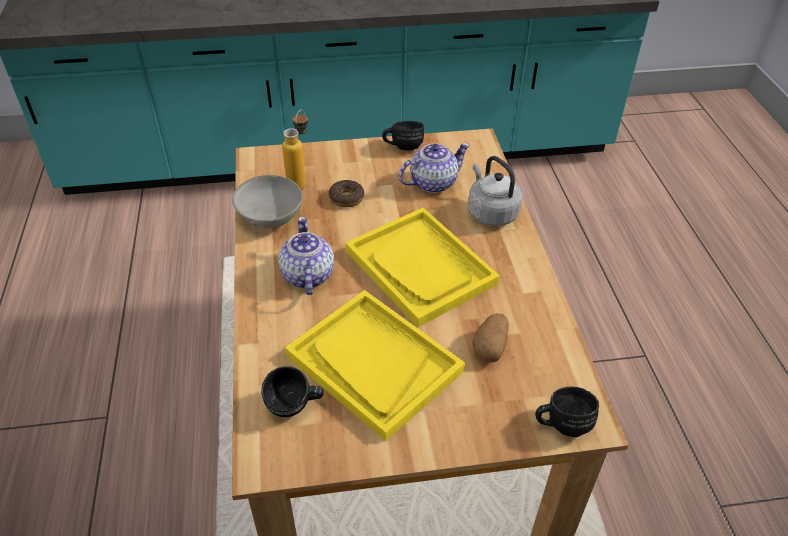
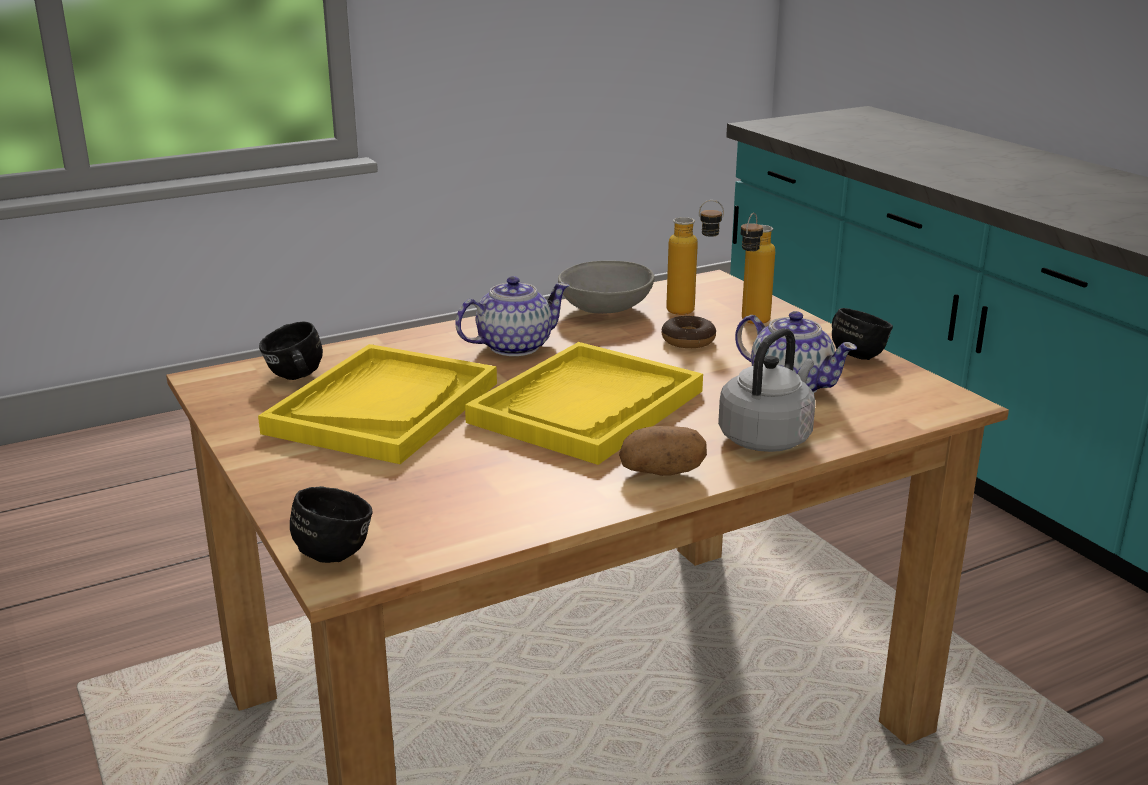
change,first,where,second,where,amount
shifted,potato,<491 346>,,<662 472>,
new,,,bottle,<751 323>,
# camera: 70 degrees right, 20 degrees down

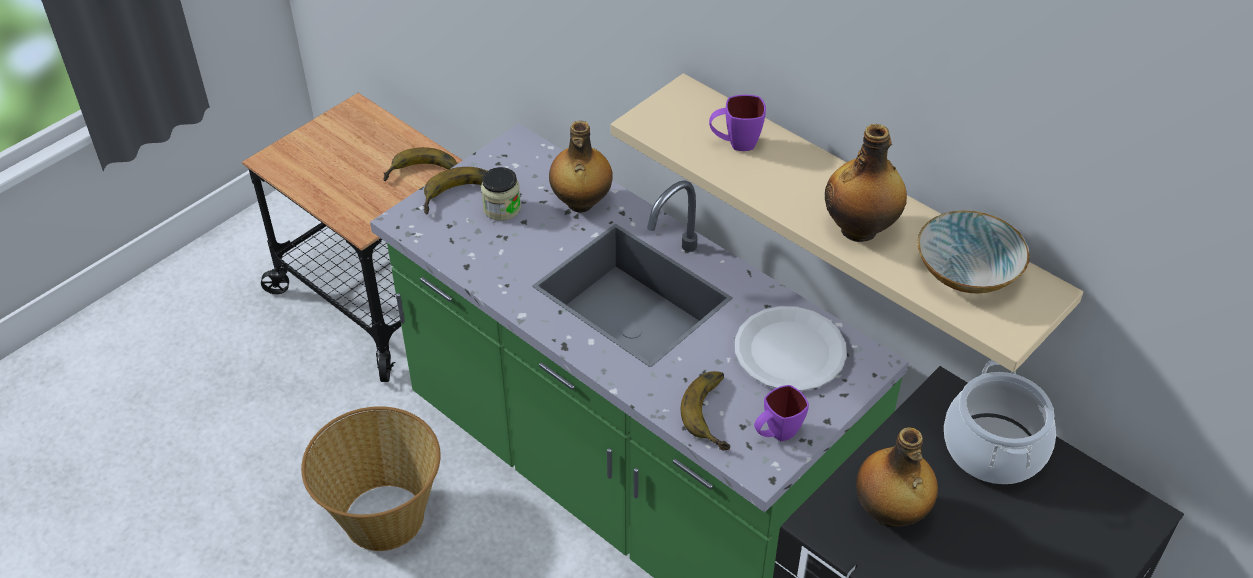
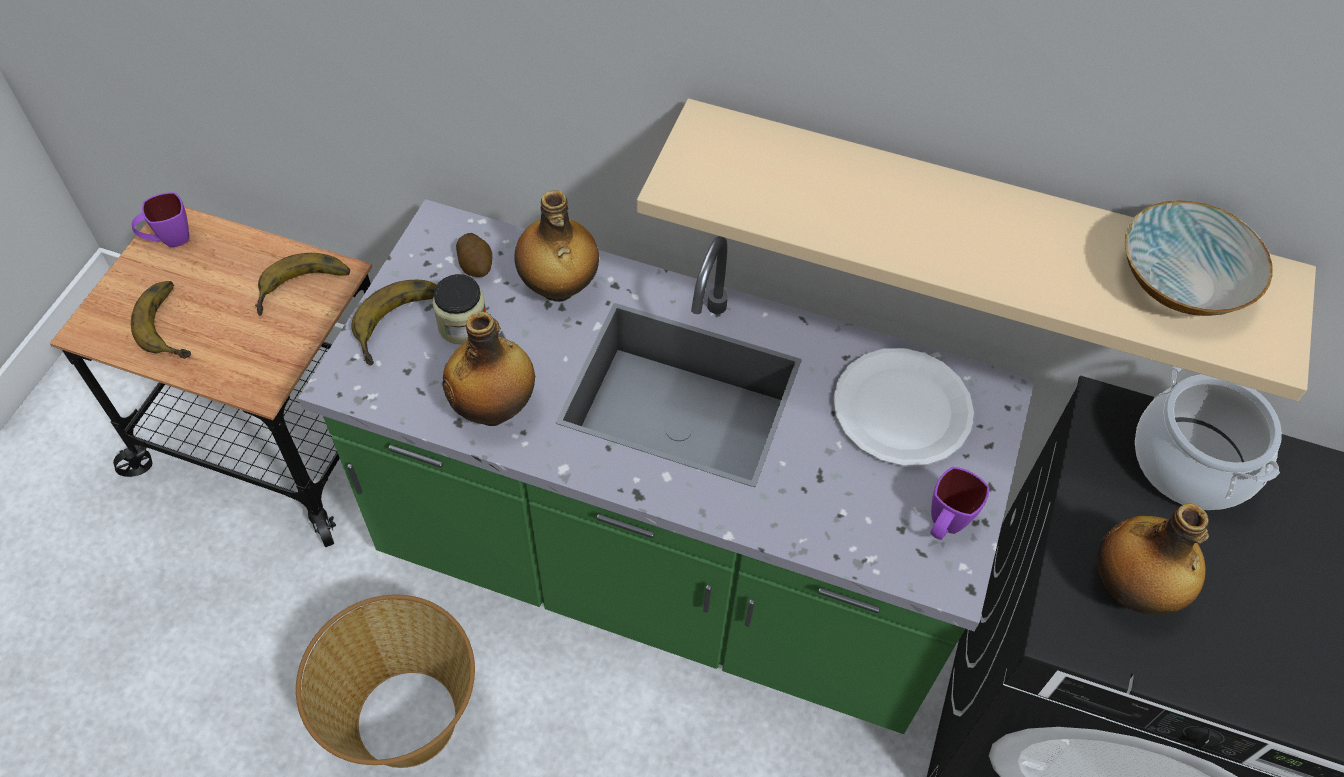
change,first,where,second,where,amount
shifted,banana,<717 413>,,<173 322>,
shifted,purple mug,<735 144>,,<169 240>,
shifted,bottle,<860 229>,,<494 408>,
new,,,potato,<476 265>,
# camera: 25 degrees left, 10 degrees up

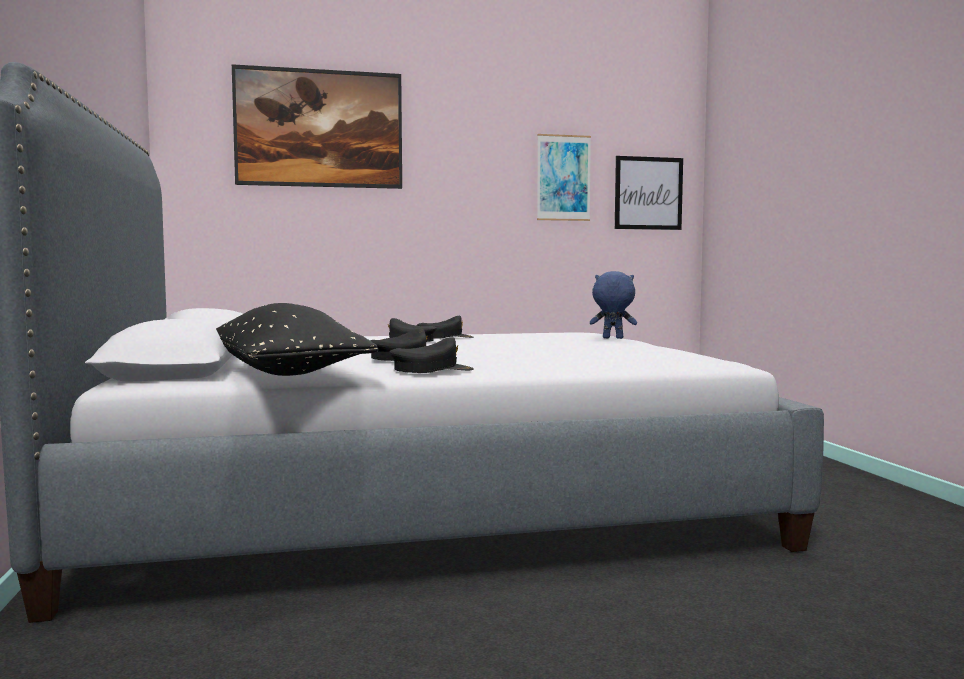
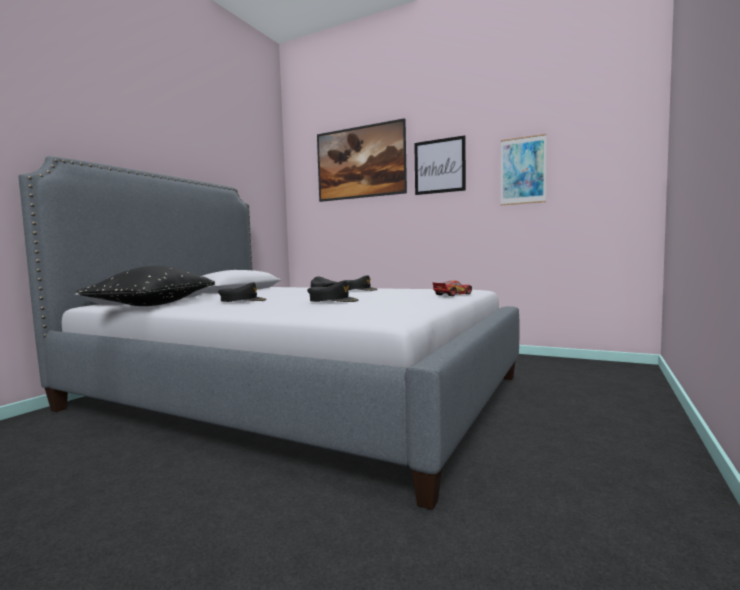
change,first,where,second,where,amount
shifted,black cap,<431 370>,,<333 300>,
shifted,picture,<648 193>,,<439 166>,
swapped,blue plush toy,<612 338>,toy car,<453 294>,
# camera: 40 degrees right, 0 degrees up

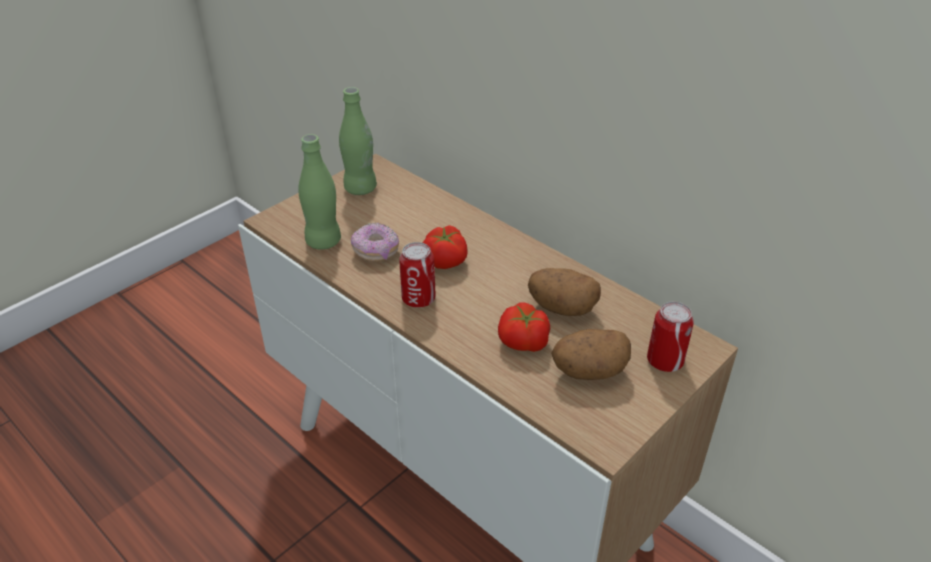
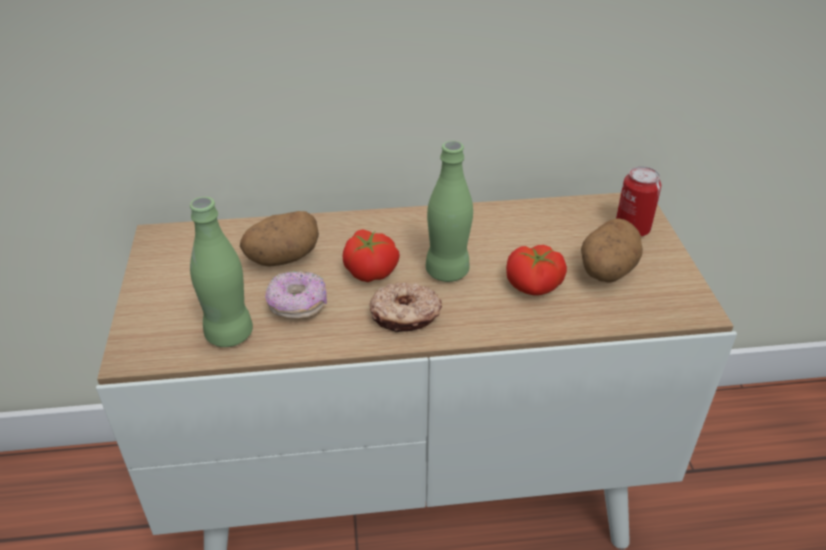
change,first,where,second,where,amount
shifted,potato,<561 308>,,<282 258>,
swapped,can,<418 299>,donut,<405 316>,
shifted,green bottle,<360 188>,,<447 271>,
# camera: 50 degrees left, 0 degrees up

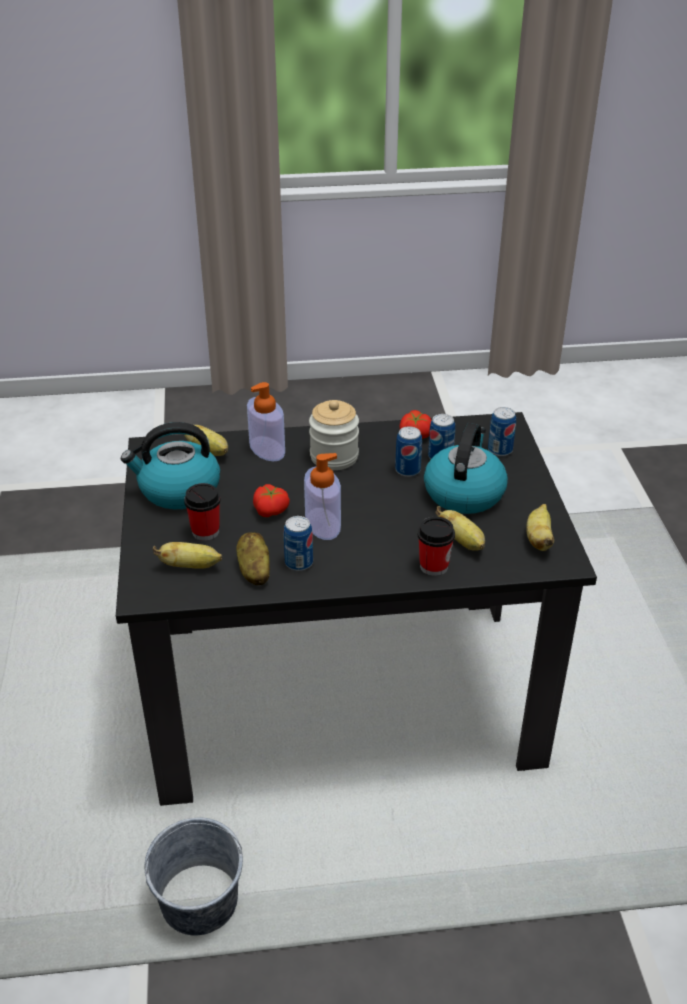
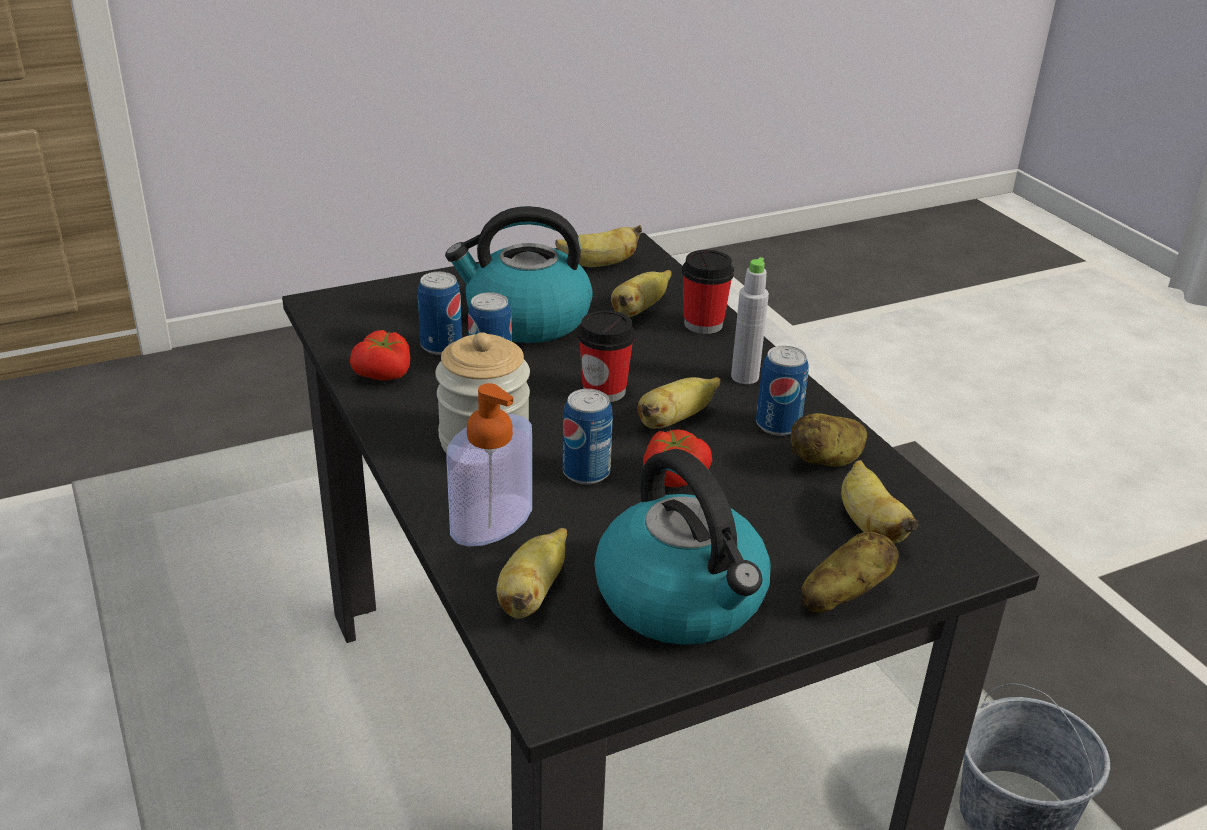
change,first,where,second,where,amount
shifted,can,<500 450>,,<586 472>,
shifted,cup,<205 532>,,<604 391>,
swapped,soap dispenser,<323 524>,banana,<674 420>,
new,,,grey bottle,<744 377>,
new,,,potato,<843 596>,
# camera: 110 degrees left, 5 degrees down

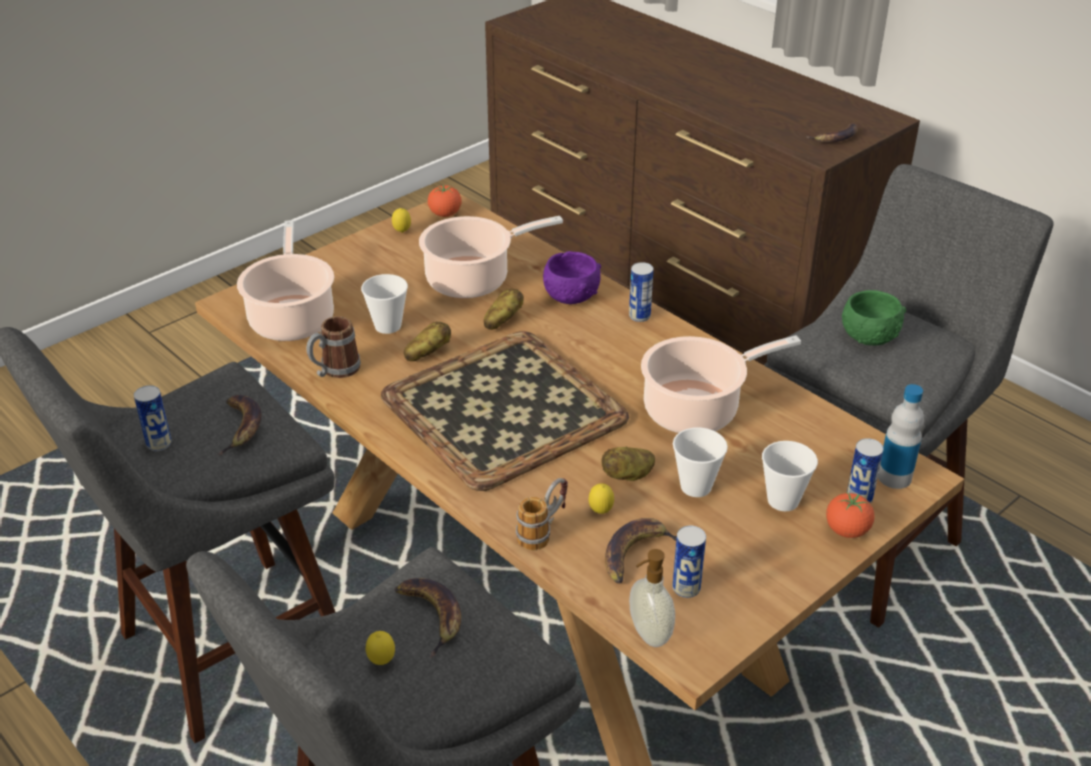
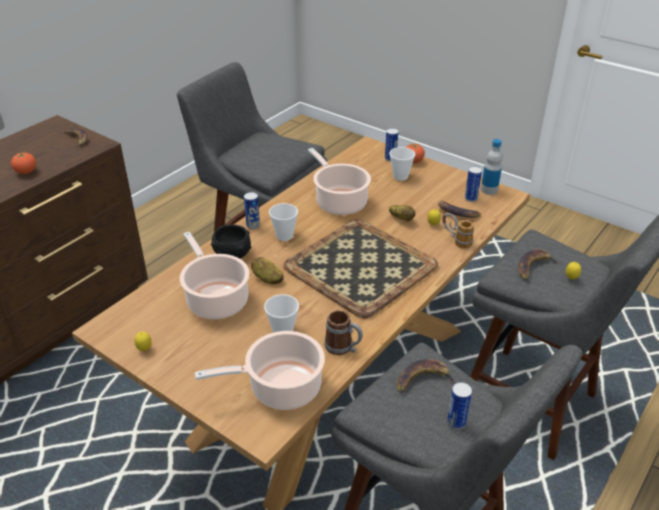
change,first,where,second,where,amount
shifted,tomato,<445 214>,,<26 172>,
repainted,purple bowl,<571 295>,black bowl,<232 253>,
shifted,cup,<696 486>,,<284 236>,
shifted,bottle,<894 477>,,<489 190>,
gone,potato,<427 353>,,,
gone,soap dispenser,<648 634>,,,
gone,green bowl,<869 335>,,,
# camera: 100 degrees left, 0 degrees up

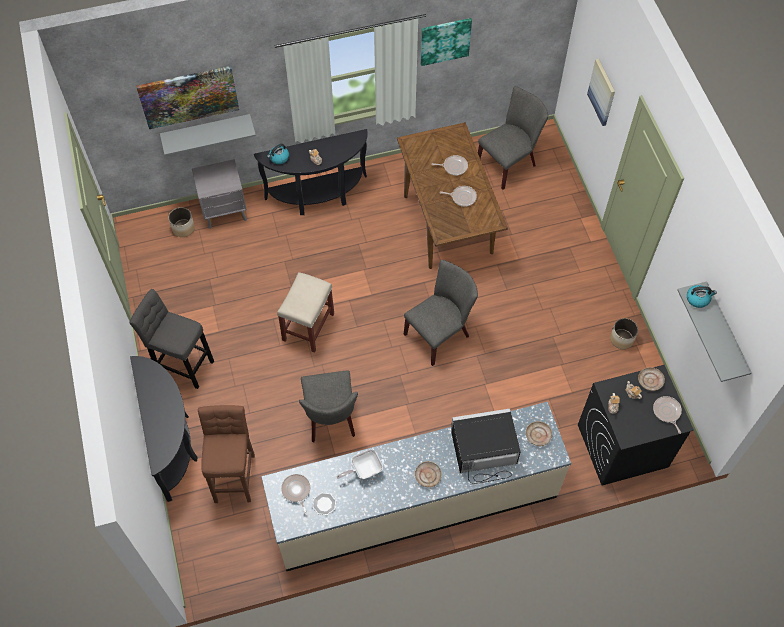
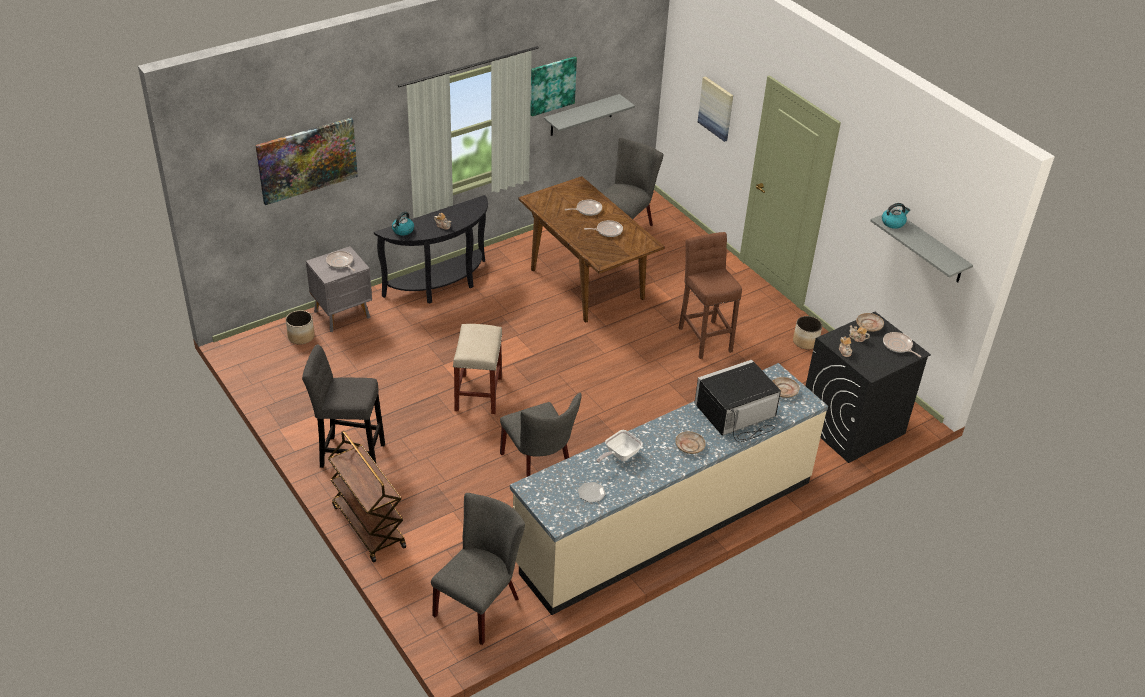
change,first,where,second,where,amount
shifted,frying pan,<296 491>,,<340 263>,
swapped,black console table,<173 442>,brown cart,<368 526>,
shifted,grey chair,<440 333>,,<480 604>,
shifted,grey shelf,<206 131>,,<581 115>,
shifted,brown stool,<234 475>,,<704 337>,
# camera: 20 degrees left, 20 degrees down

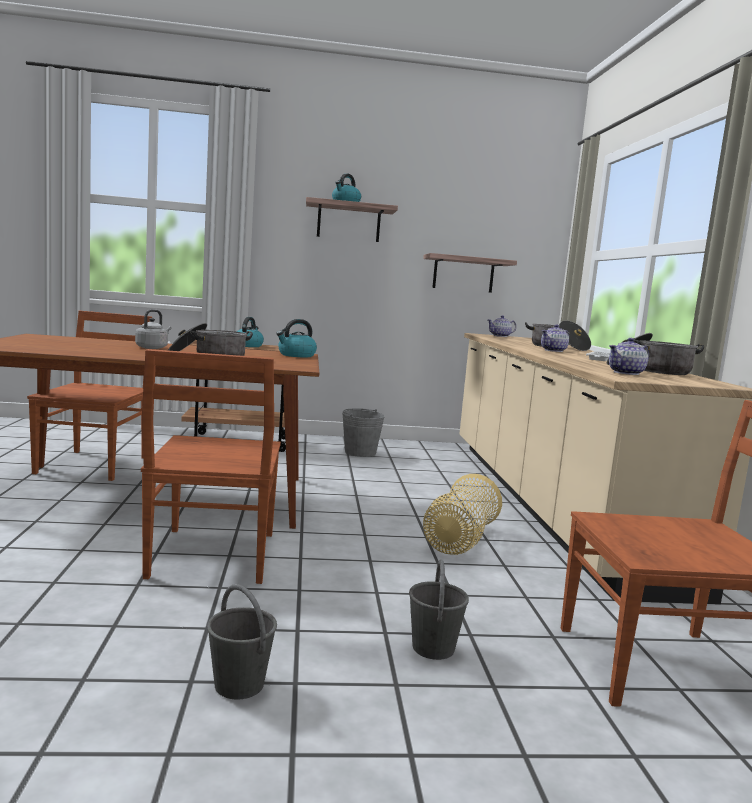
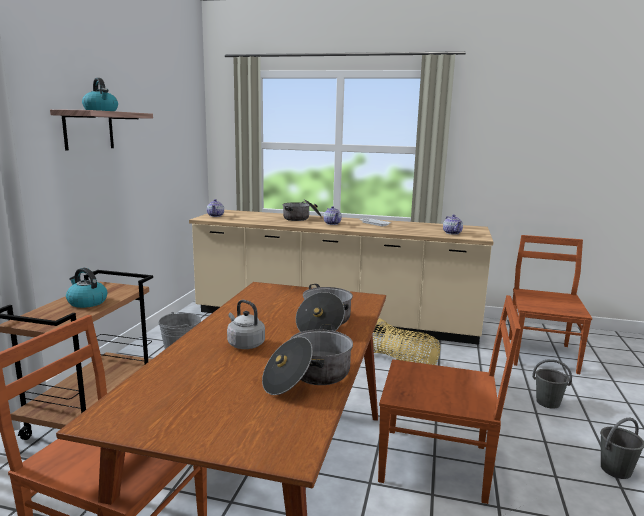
change,first,where,second,where,amount
shifted,cooking pot,<650 370>,,<308 377>,
gone,kettle,<296 355>,,,
gone,shelf,<463 274>,,,
# camera: 70 degrees left, 5 degrees up

